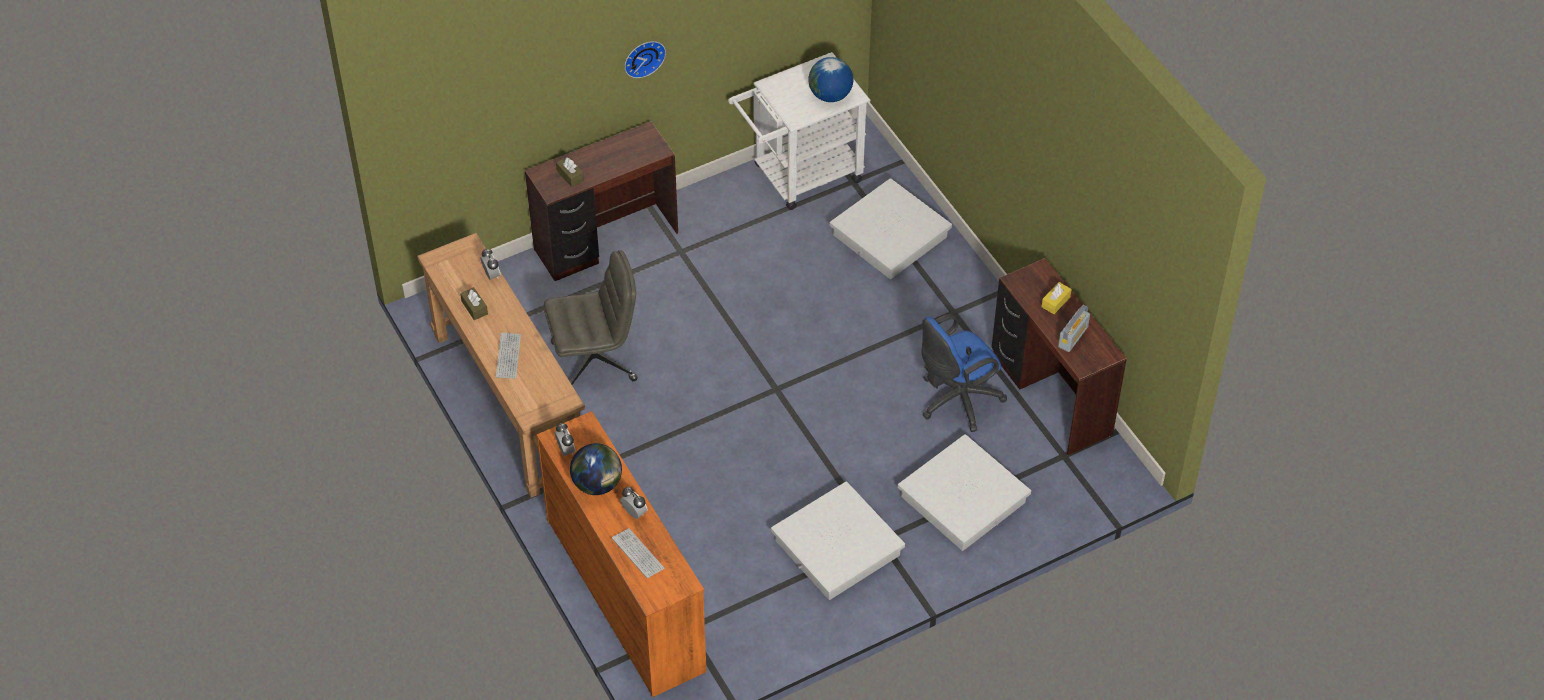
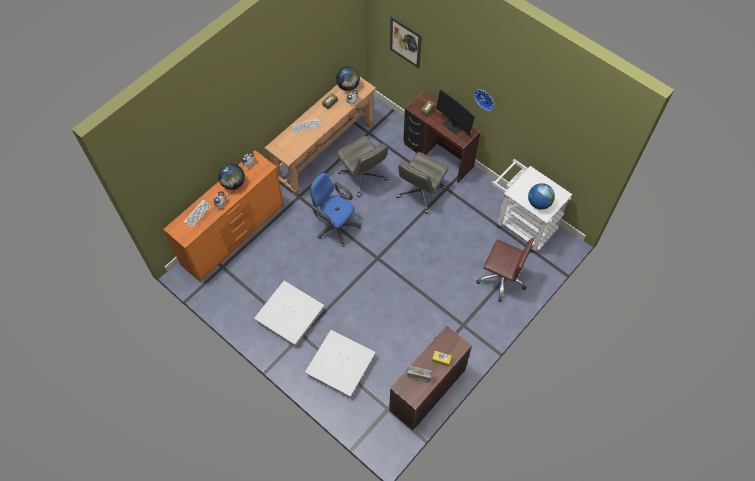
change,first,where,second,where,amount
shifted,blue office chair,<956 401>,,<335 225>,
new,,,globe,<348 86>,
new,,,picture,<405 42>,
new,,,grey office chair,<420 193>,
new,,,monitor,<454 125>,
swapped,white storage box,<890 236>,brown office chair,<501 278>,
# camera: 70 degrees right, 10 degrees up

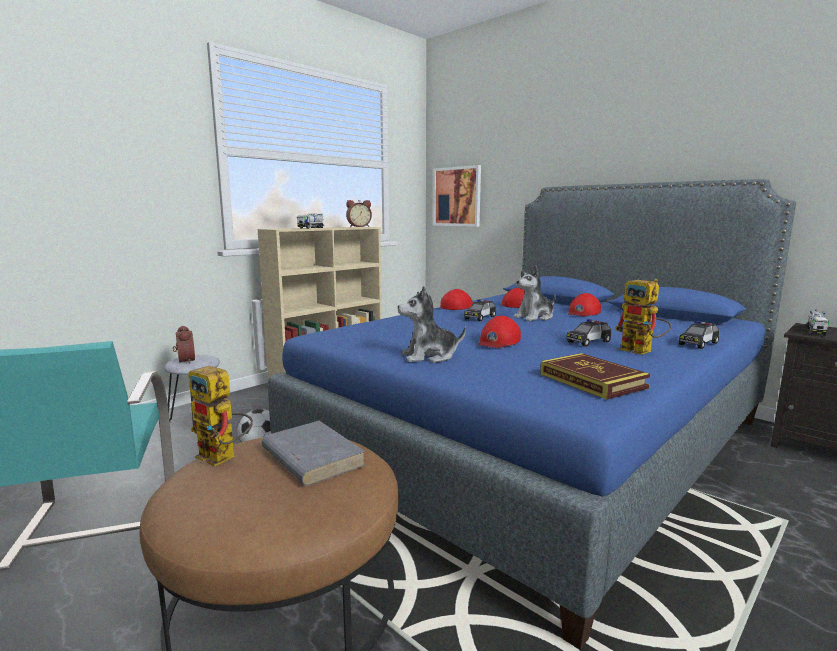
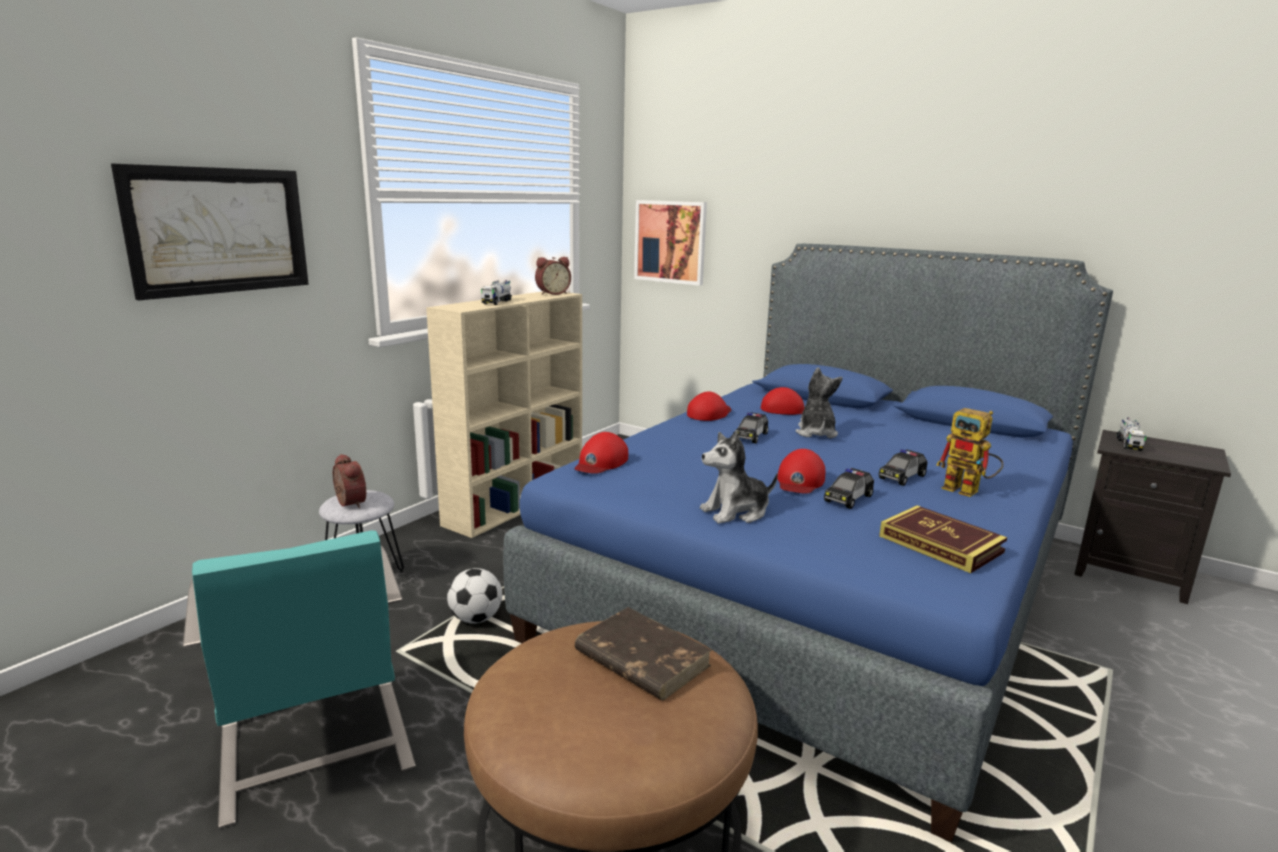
change,first,where,second,where,amount
new,,,picture,<219 230>,
shifted,red cap,<583 312>,,<600 462>,
repainted,grey book,<311 457>,brown book,<641 658>,
rotated,plush toy,<535 317>,,<816 433>,135 degrees clockwise
shifted,toy car,<698 344>,,<848 498>,
gone,toy robot,<223 458>,,,
# camera: 10 degrees left, 5 degrees up

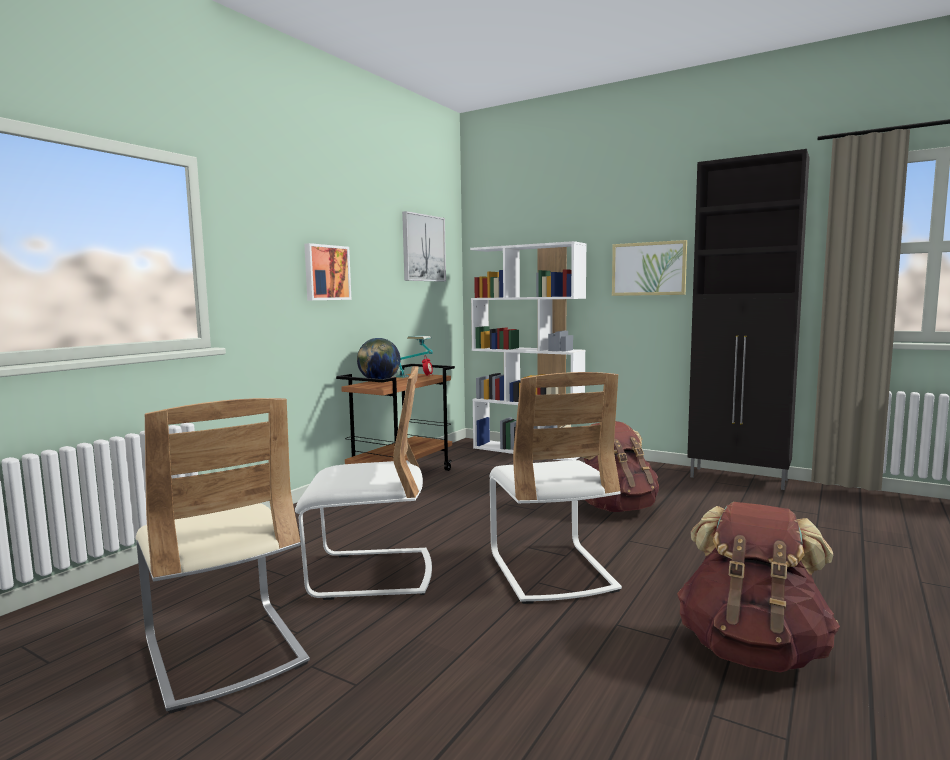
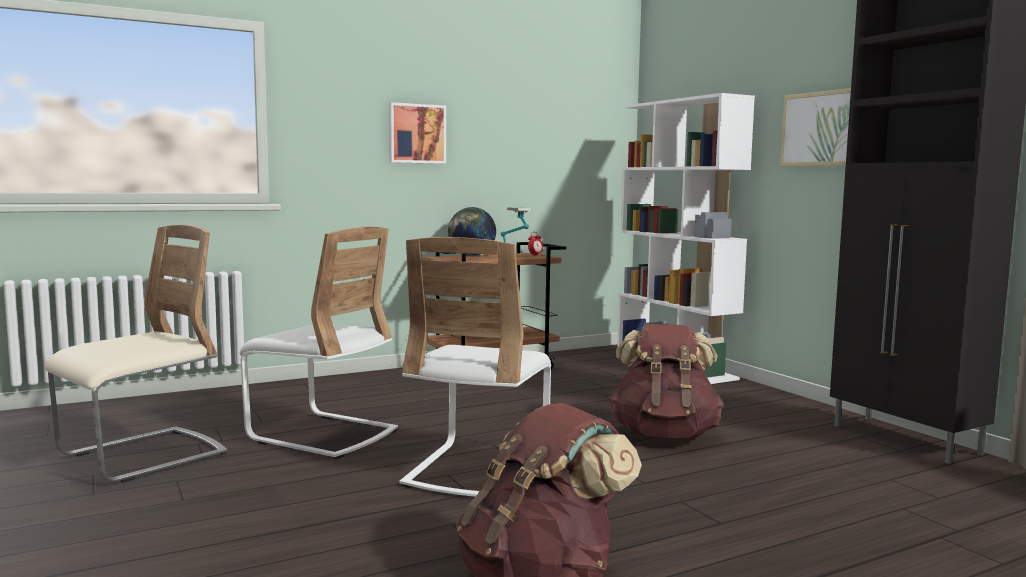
change,first,where,second,where,amount
rotated,beige chair,<224 651>,,<143 457>,135 degrees counterclockwise
gone,picture,<423 248>,,,
# camera: 30 degrees right, 0 degrees up

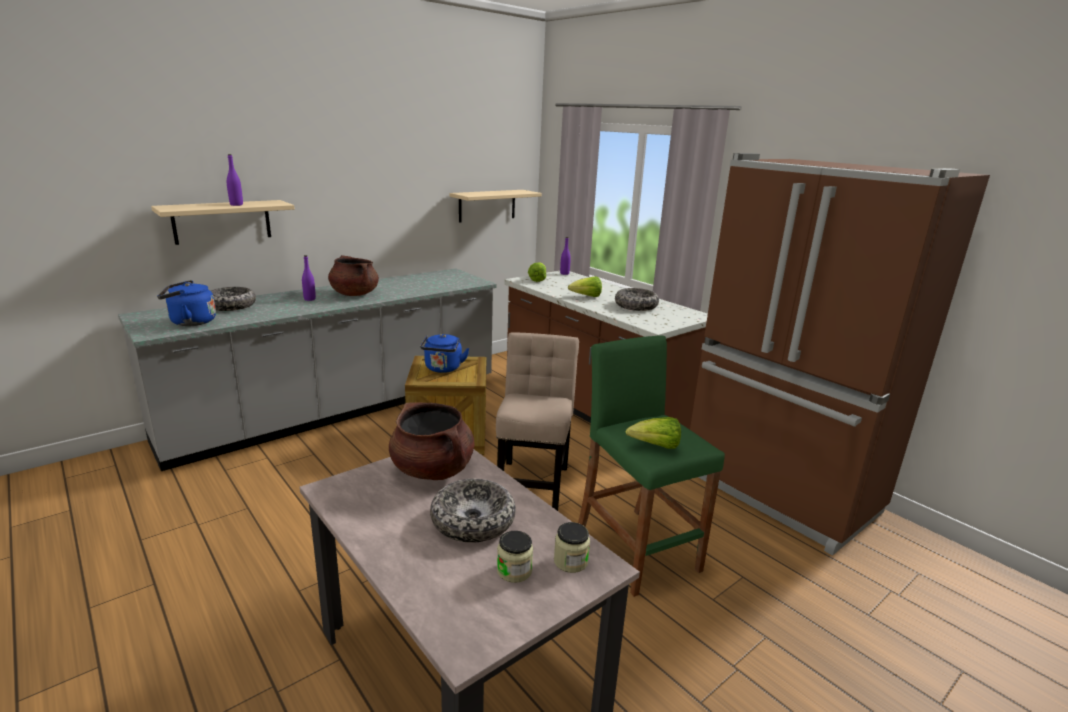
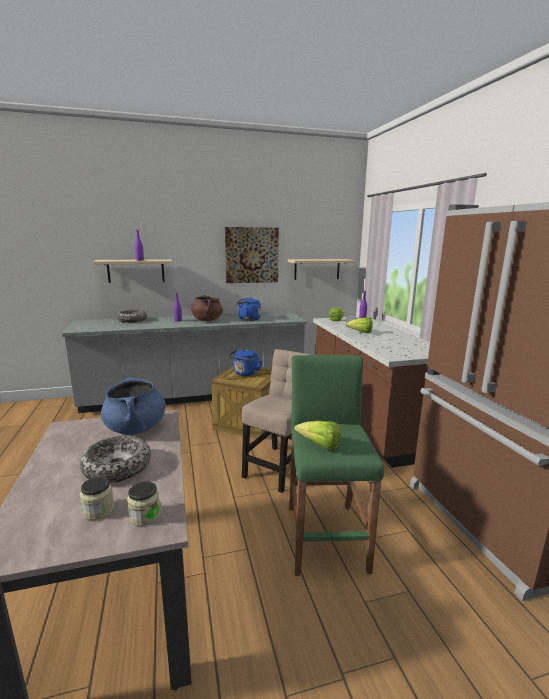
change,first,where,second,where,amount
repainted,brown cooking pot,<433 470>,blue cooking pot,<136 428>,
new,,,picture,<251 255>,
shifted,blue kettle,<190 322>,,<248 319>,
gone,bowl,<636 306>,,,
# camera: 25 degrees right, 5 degrees down

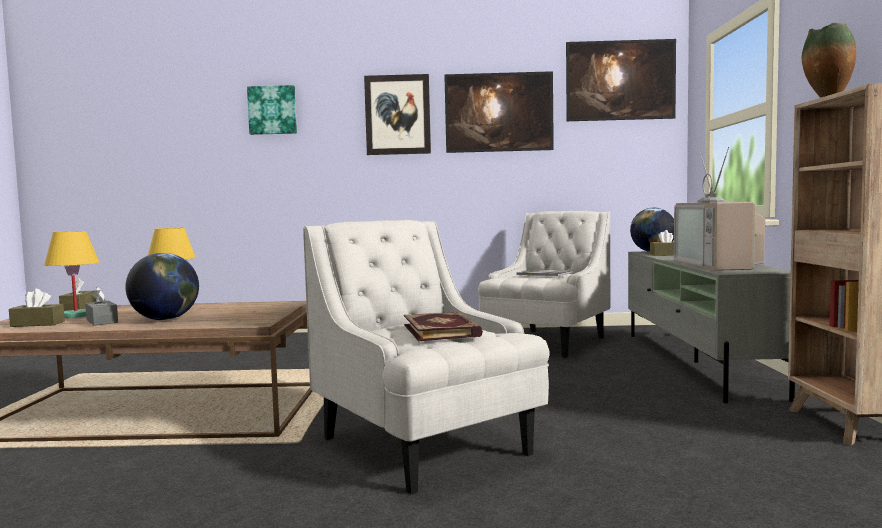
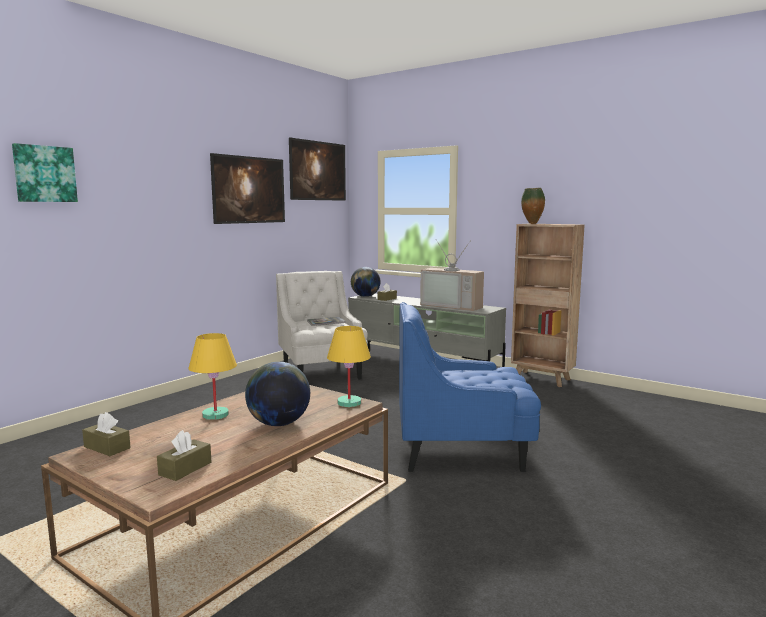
change,first,where,second,where,amount
shifted,yellow table lamp,<76 315>,,<349 402>,
repainted,white armchair,<425 447>,blue armchair,<462 451>,
gone,grey tissue box,<102 321>,,,
gone,picture,<397 115>,,,
gone,book,<442 330>,,,
# camera: 55 degrees left, 5 degrees up

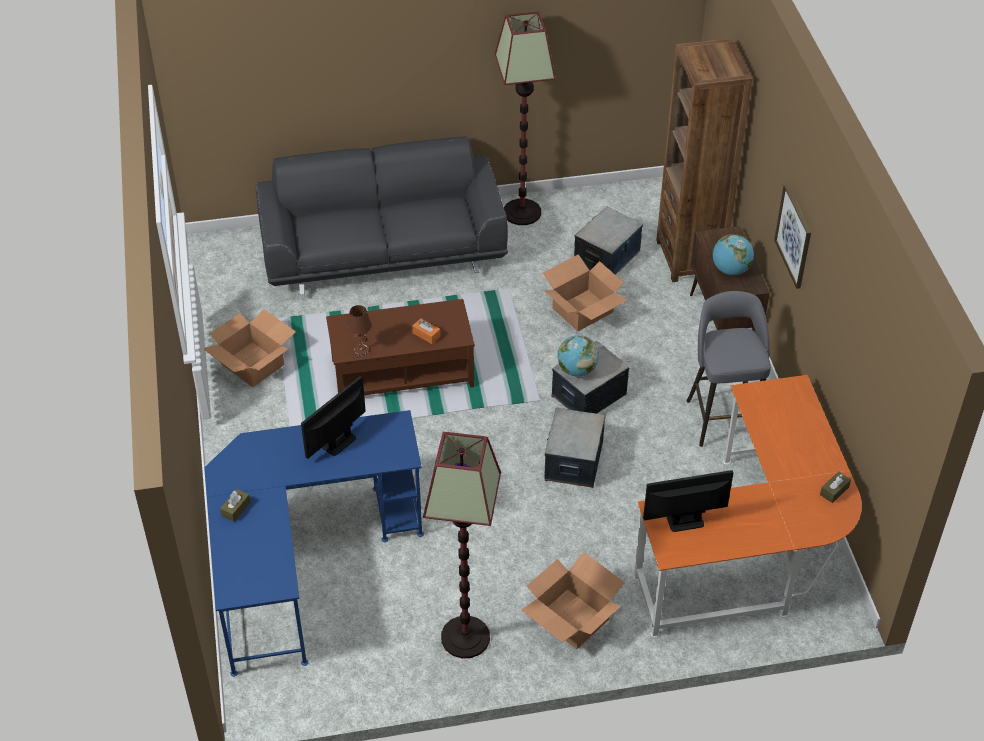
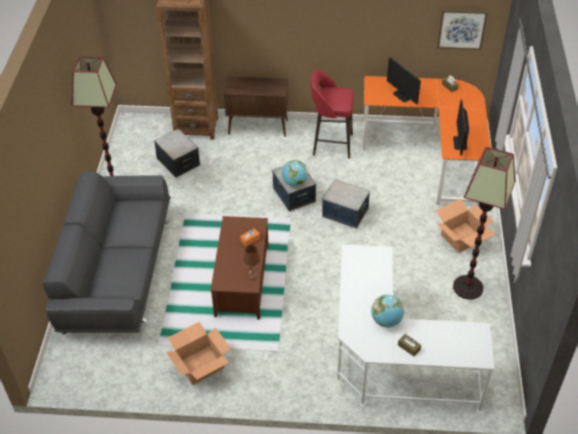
change,first,where,second,where,amount
repainted,grey stool,<723 418>,red stool,<331 144>,
repainted,blue desk,<301 559>,white desk,<391 360>,
shifted,globe,<730 270>,,<386 321>,
shifted,monitor,<338 442>,,<402 95>,
shifted,picture,<794 236>,,<461 29>,
gone,cardboard box,<583 310>,,,
# camera: 75 degrees left, 0 degrees up

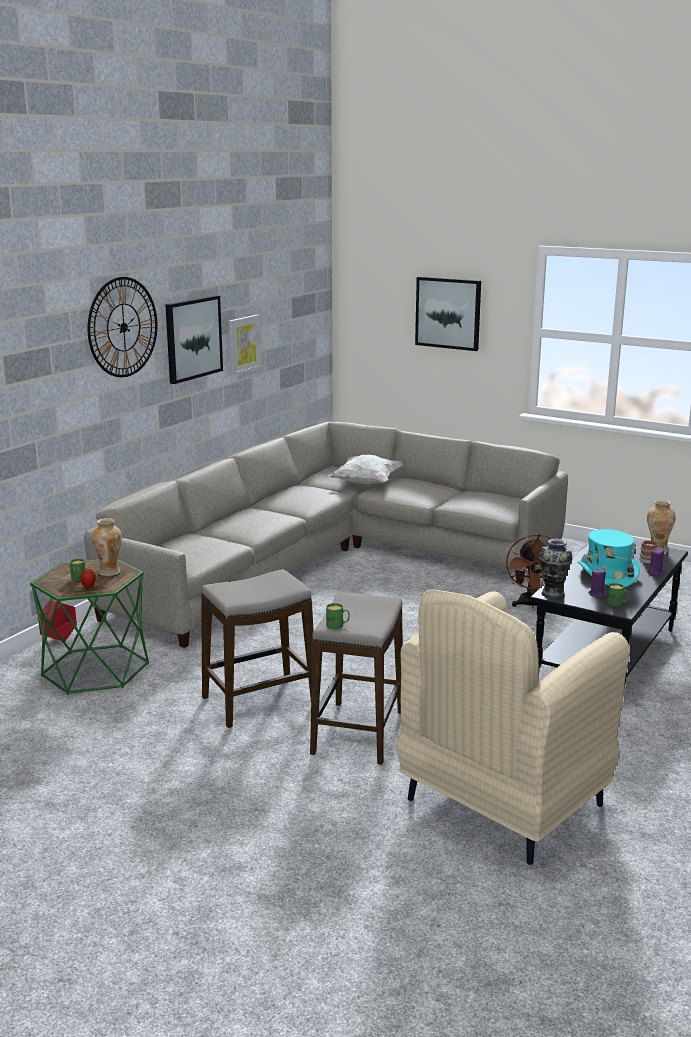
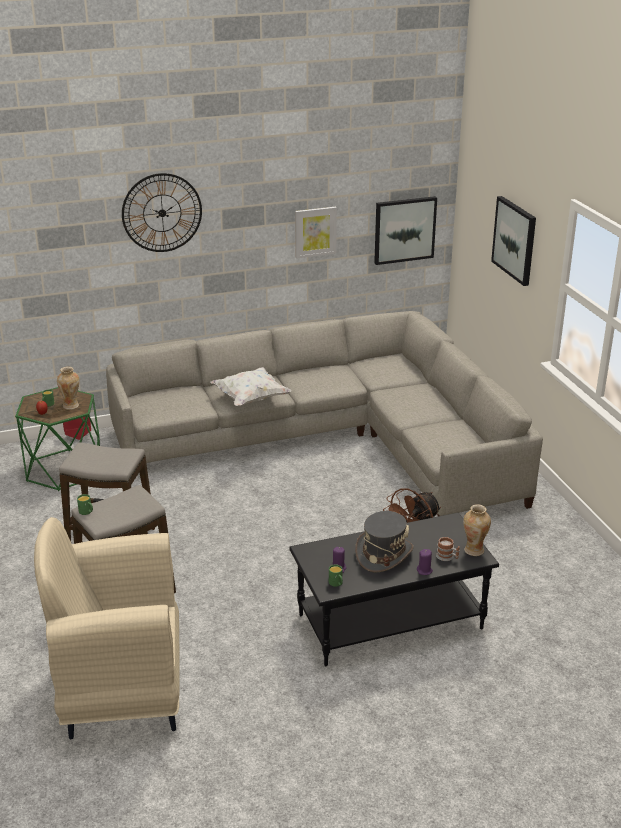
change,first,where,second,where,amount
shifted,white pillow,<366 483>,,<250 399>,
repainted,turquoise hat,<607 574>,grey hat,<383 554>,
shifted,picture,<193 338>,,<404 230>,
gone,vase,<553 594>,,,
# camera: 40 degrees right, 10 degrees up

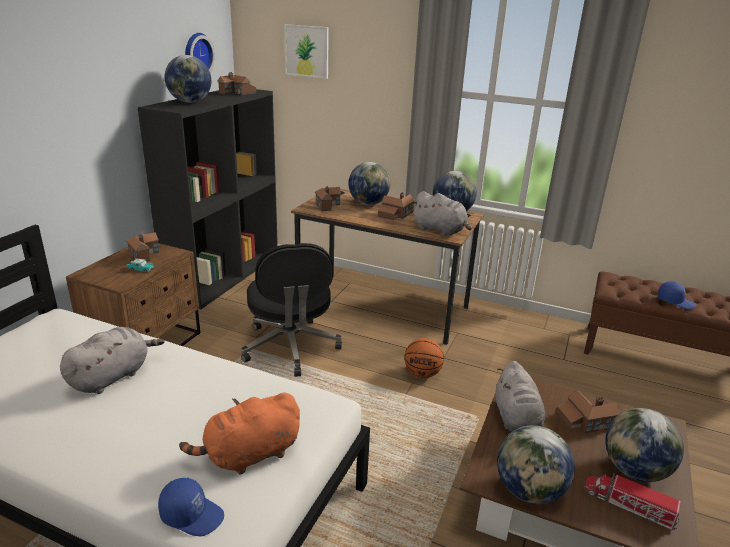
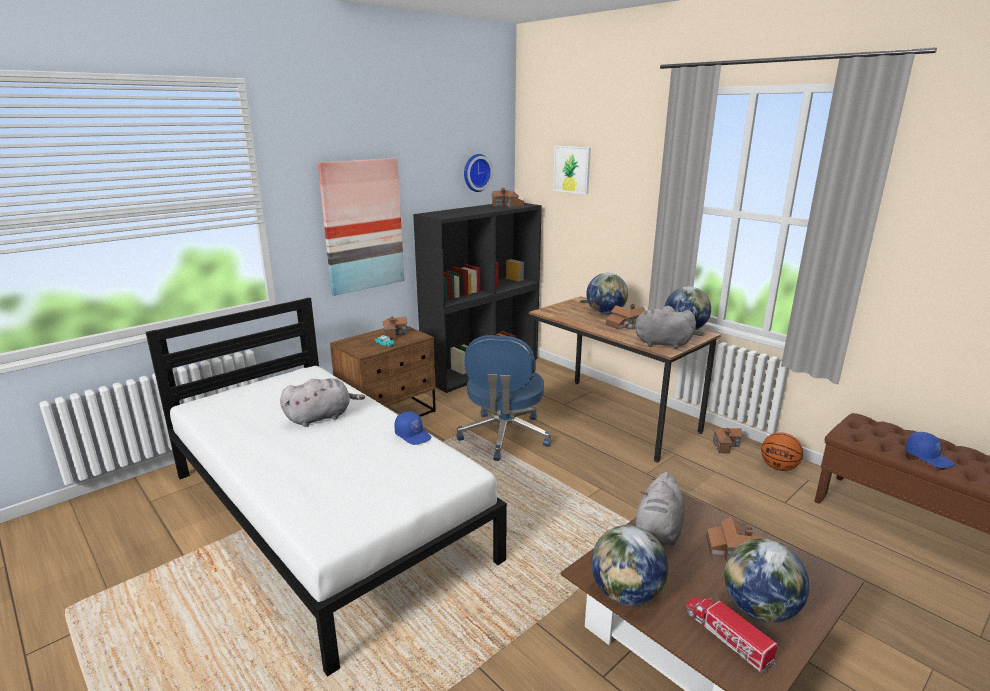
change,first,where,second,where,amount
new,,,picture,<363 226>,
shifted,blue cap,<192 514>,,<413 435>,
repainted,black office chair,<290 347>,blue office chair,<504 436>,
rotated,grey plush toy,<440 230>,,<659 343>,135 degrees clockwise
shifted,toy house,<327 205>,,<725 445>,
shifted,basketball,<422 374>,,<778 467>,
gone,globe,<190 102>,,,
gone,orange plush toy,<249 455>,,,
# camera: 25 degrees right, 5 degrees down

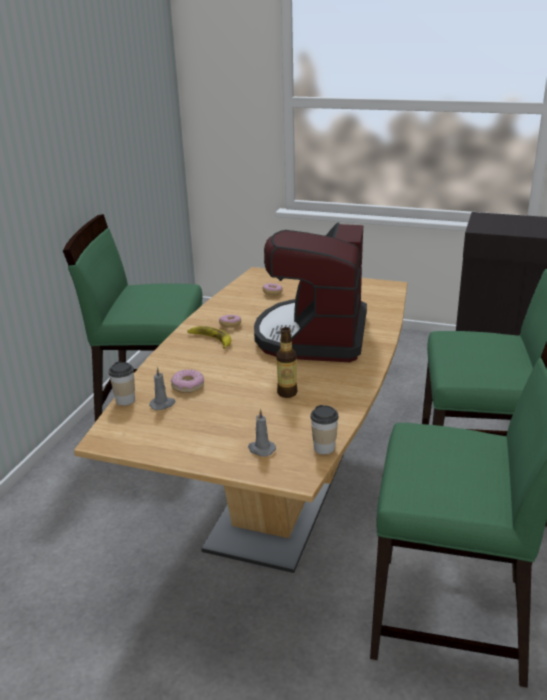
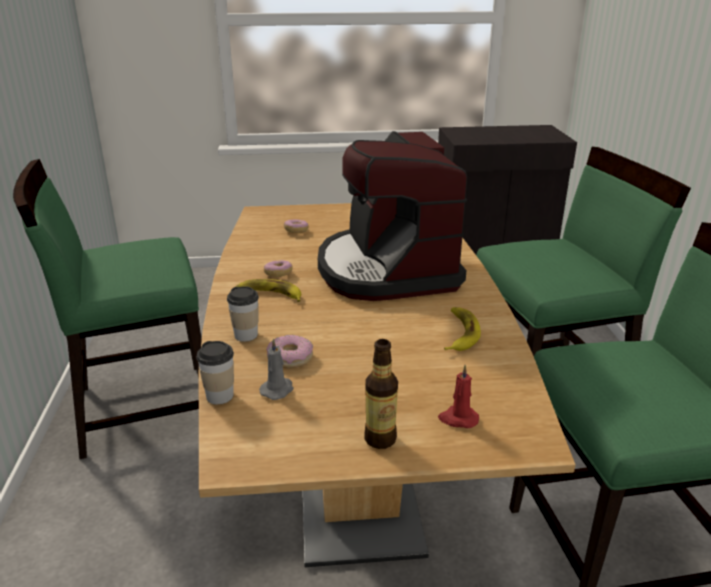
change,first,where,second,where,amount
shifted,cup,<324 448>,,<246 335>,
shifted,bottle,<287 393>,,<380 439>,
repainted,grey candle,<261 449>,red candle,<458 419>,
new,,,banana,<460 333>,
# camera: 25 degrees left, 0 degrees up

